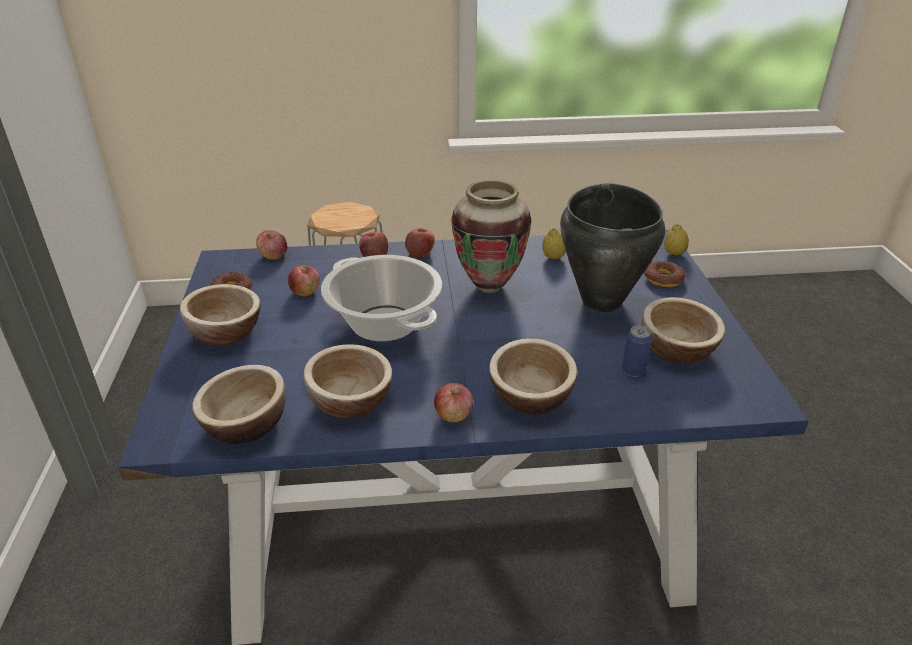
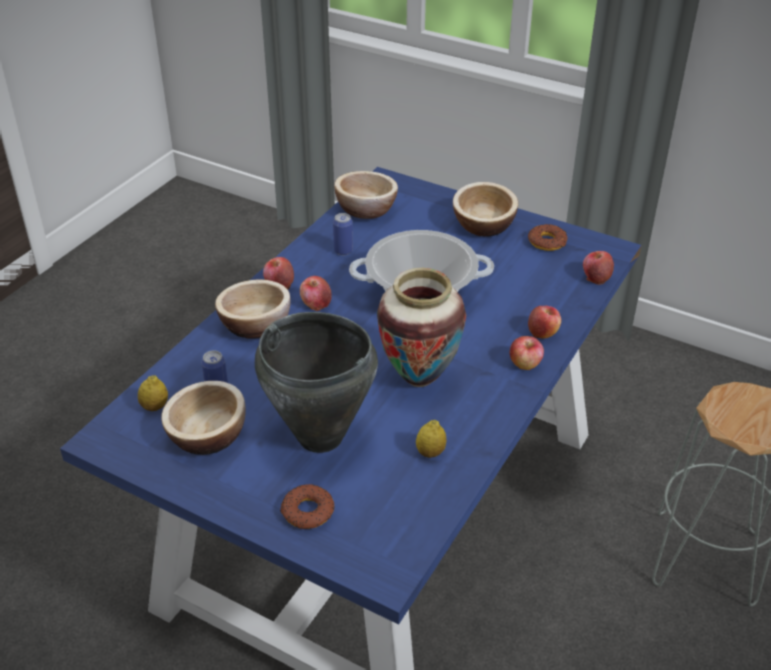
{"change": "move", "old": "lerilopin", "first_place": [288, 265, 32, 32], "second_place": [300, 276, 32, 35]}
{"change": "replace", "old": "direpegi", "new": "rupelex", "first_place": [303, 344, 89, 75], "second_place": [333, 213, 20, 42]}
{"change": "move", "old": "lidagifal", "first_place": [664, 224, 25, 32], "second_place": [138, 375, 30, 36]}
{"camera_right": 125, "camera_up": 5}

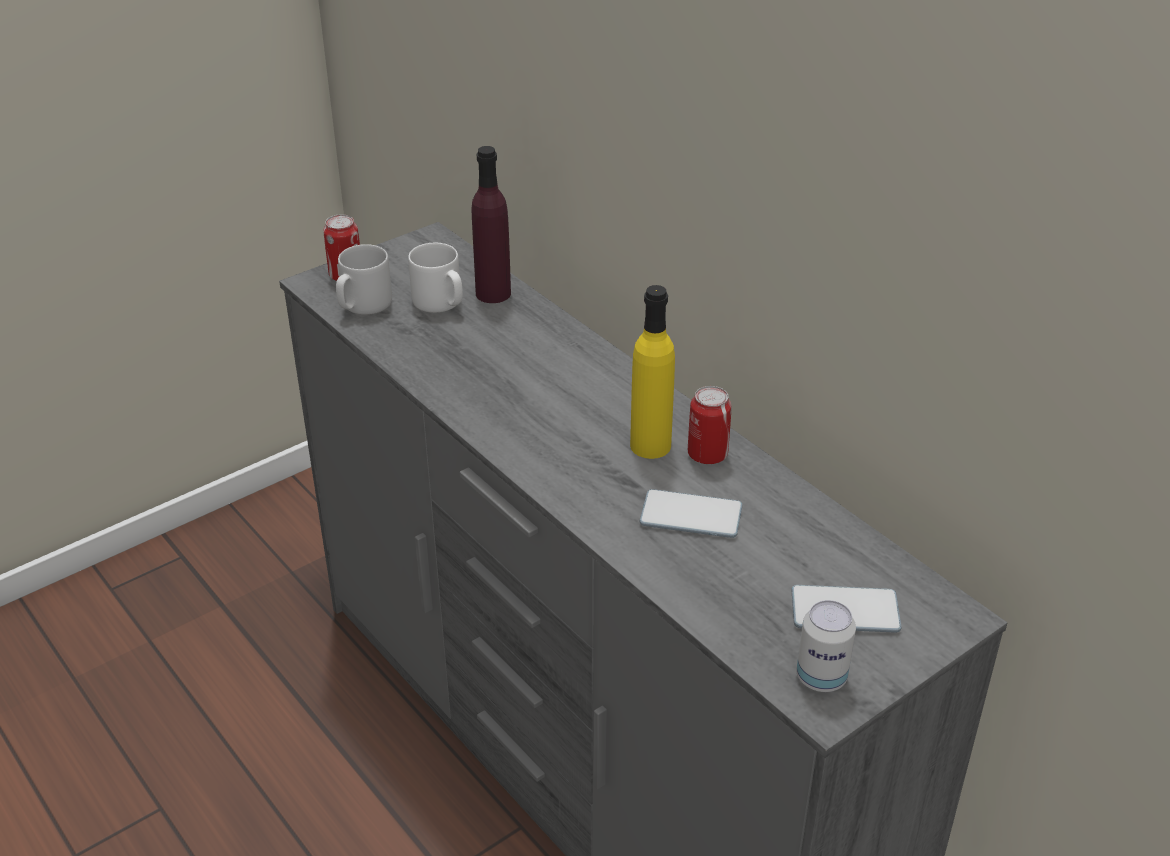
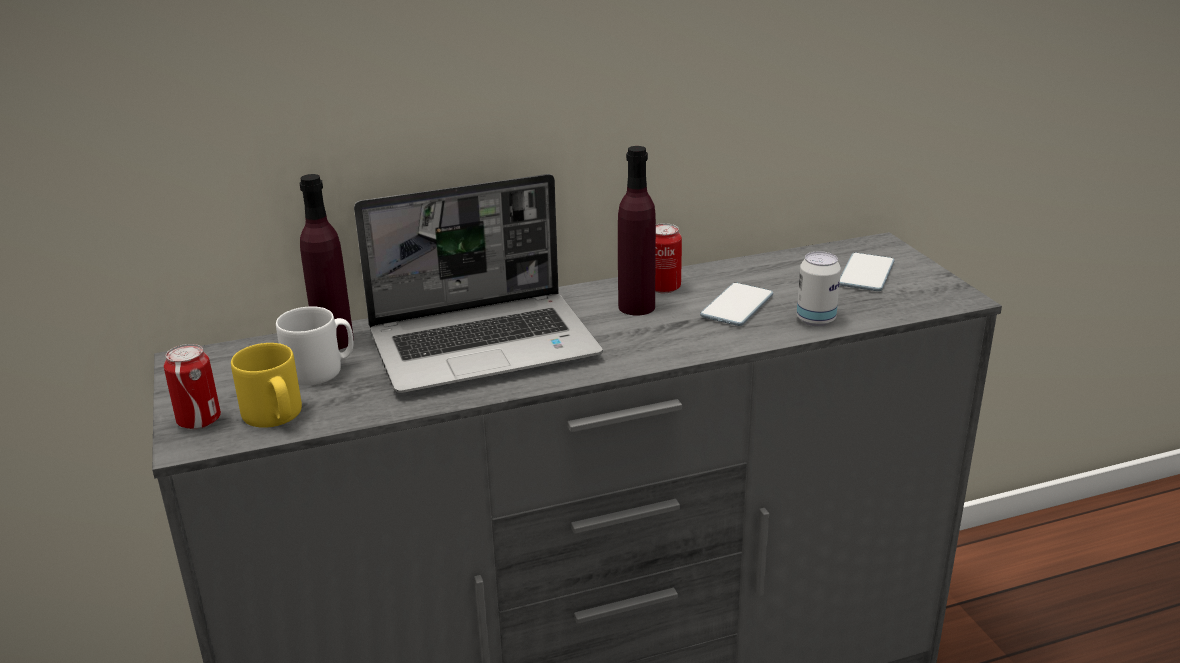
{"change": "recolor", "old": "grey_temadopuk", "new": "yellow_temadopuk", "first_place": [336, 244, 56, 71], "second_place": [231, 343, 71, 85]}
{"change": "recolor", "old": "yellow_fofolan", "new": "purple_fofolan", "first_place": [630, 285, 45, 174], "second_place": [618, 146, 38, 169]}
{"change": "move", "old": "rupelex", "first_place": [796, 600, 60, 92], "second_place": [797, 251, 44, 75]}
{"change": "insert", "new": "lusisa", "second_place": [354, 174, 249, 219]}
{"camera_right": -70, "camera_up": -10}

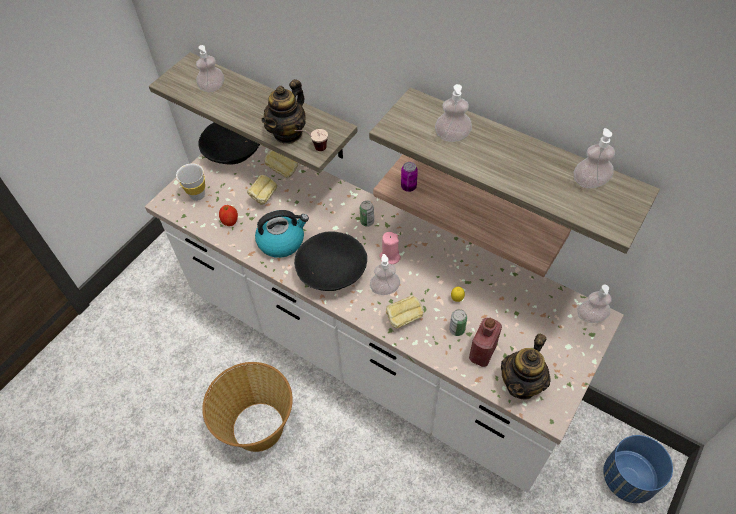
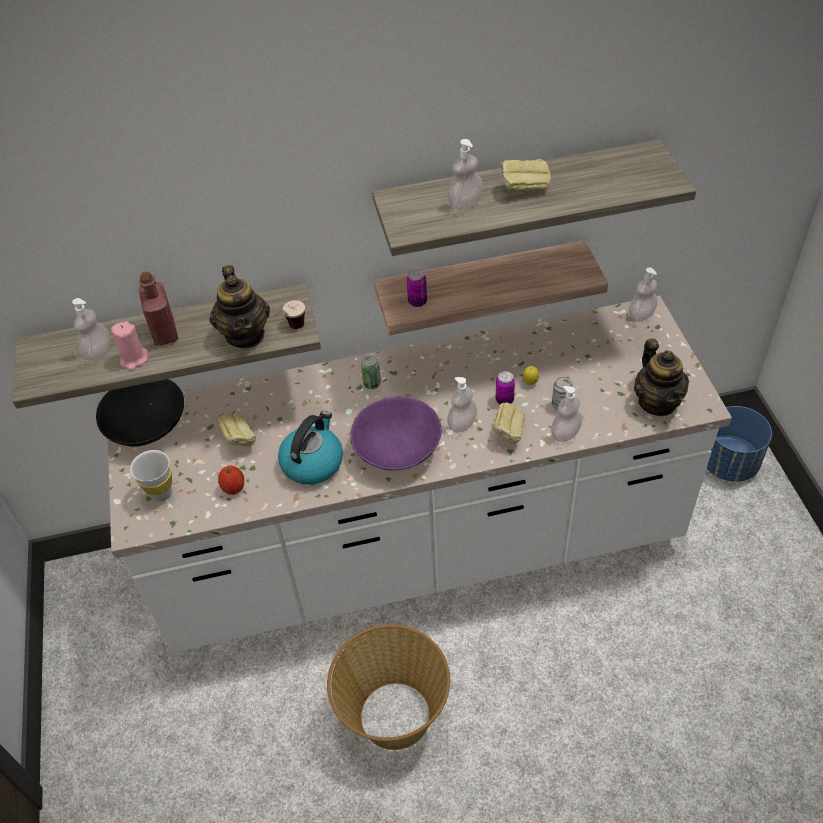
{"change": "move", "old": "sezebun", "first_place": [265, 150, 33, 28], "second_place": [500, 159, 51, 33]}
{"change": "recolor", "old": "black_direpegi", "new": "purple_direpegi", "first_place": [294, 231, 73, 60], "second_place": [350, 397, 92, 73]}
{"change": "move", "old": "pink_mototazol", "first_place": [379, 232, 22, 32], "second_place": [111, 321, 38, 50]}
{"change": "move", "old": "red_fofolan", "first_place": [469, 318, 33, 49], "second_place": [138, 271, 40, 75]}
{"change": "move", "old": "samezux", "first_place": [574, 128, 41, 60], "second_place": [551, 386, 31, 56]}
{"change": "insert", "new": "rupelex", "second_place": [496, 371, 19, 33]}
{"camera_right": -45, "camera_up": -5}

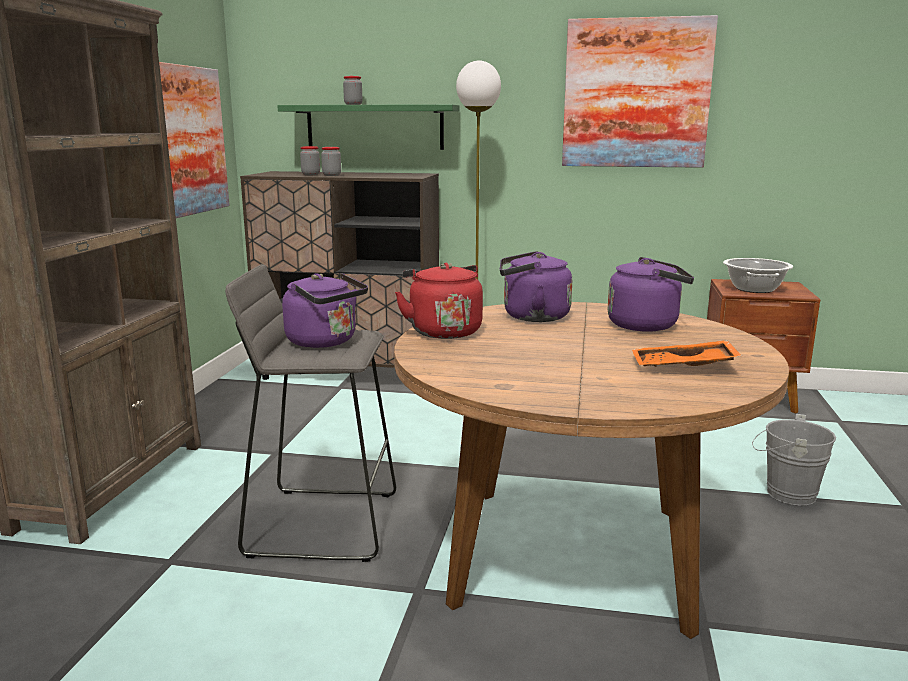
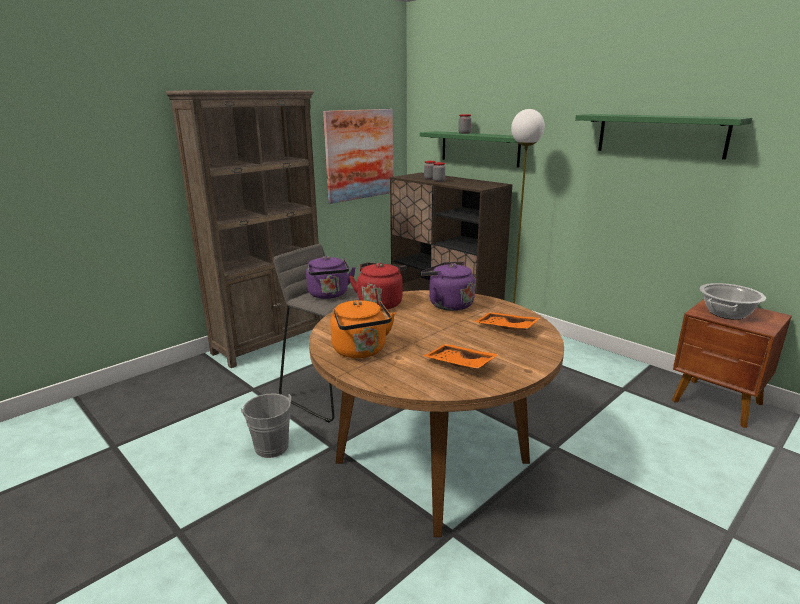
{"change": "replace", "old": "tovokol", "new": "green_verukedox", "first_place": [562, 15, 156, 153], "second_place": [575, 114, 177, 46]}
{"change": "replace", "old": "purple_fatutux", "new": "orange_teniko", "first_place": [608, 257, 86, 75], "second_place": [474, 312, 66, 18]}
{"change": "move", "old": "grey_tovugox", "first_place": [752, 414, 84, 92], "second_place": [241, 393, 51, 65]}
{"change": "insert", "new": "orange_fatutux", "second_place": [330, 300, 65, 58]}
{"camera_right": 35, "camera_up": 5}

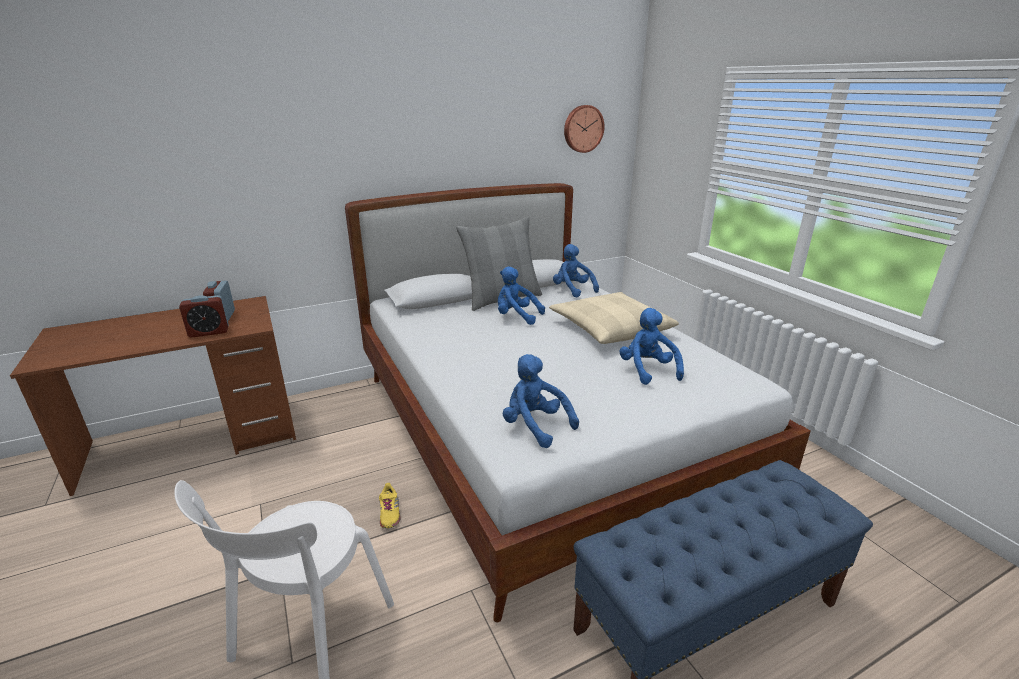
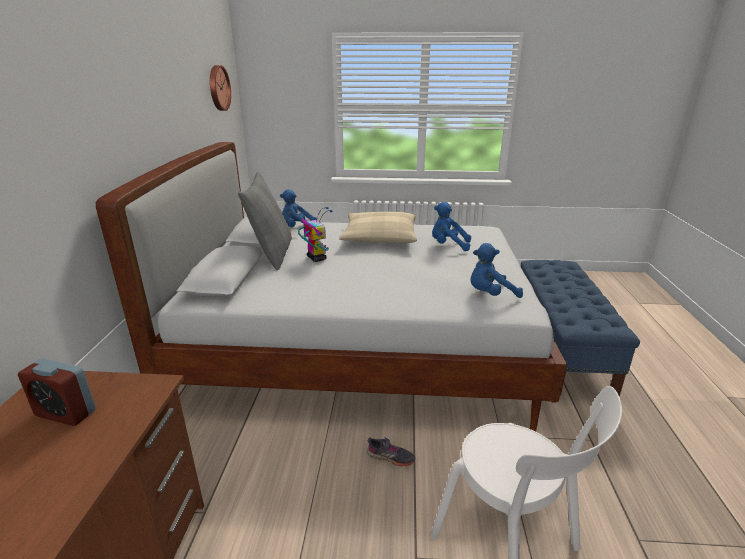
{"change": "delete", "old": "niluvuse", "first_place": [179, 295, 50, 43]}
{"change": "recolor", "old": "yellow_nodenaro", "new": "grey_nodenaro", "first_place": [379, 483, 22, 45], "second_place": [367, 437, 48, 29]}
{"change": "replace", "old": "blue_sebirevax", "new": "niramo", "first_place": [498, 266, 47, 59], "second_place": [298, 207, 34, 55]}
{"camera_right": -60, "camera_up": 0}

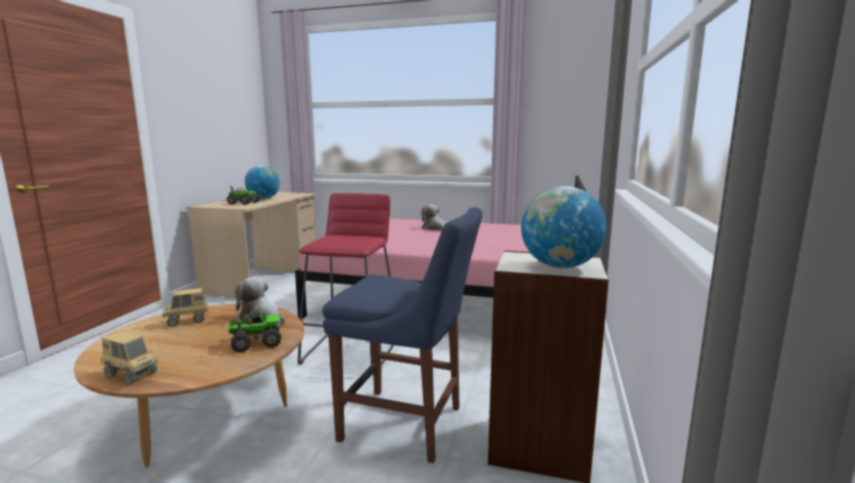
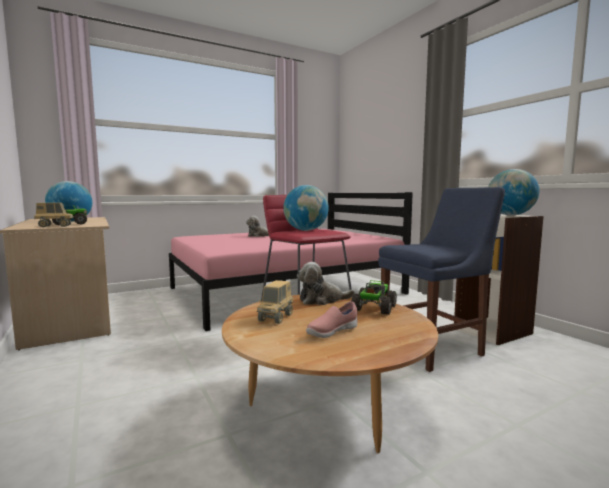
{"change": "move", "old": "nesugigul", "first_place": [101, 331, 57, 53], "second_place": [34, 203, 39, 24]}
{"change": "insert", "new": "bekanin", "second_place": [283, 185, 46, 46]}
{"change": "insert", "new": "pink_nodenaro", "second_place": [306, 301, 51, 37]}
{"camera_right": -45, "camera_up": -5}

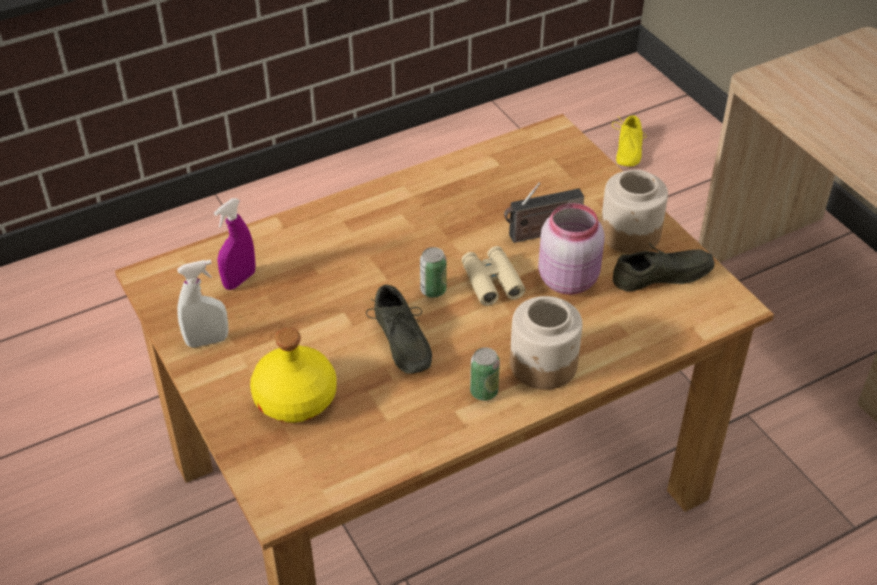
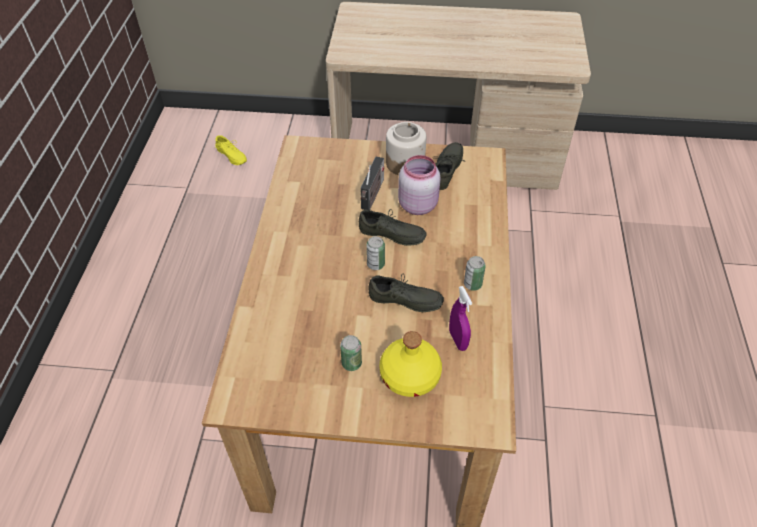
{"change": "delete", "old": "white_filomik", "first_place": [177, 260, 52, 88]}
{"change": "move", "old": "purple_filomik", "first_place": [214, 198, 42, 92], "second_place": [449, 286, 23, 65]}
{"change": "replace", "old": "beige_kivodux", "new": "grey_nodenaro", "first_place": [462, 246, 63, 60], "second_place": [359, 209, 68, 37]}
{"change": "delete", "old": "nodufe", "first_place": [510, 296, 72, 94]}
{"change": "insert", "new": "rupelex", "second_place": [340, 335, 22, 36]}
{"camera_right": -55, "camera_up": 5}

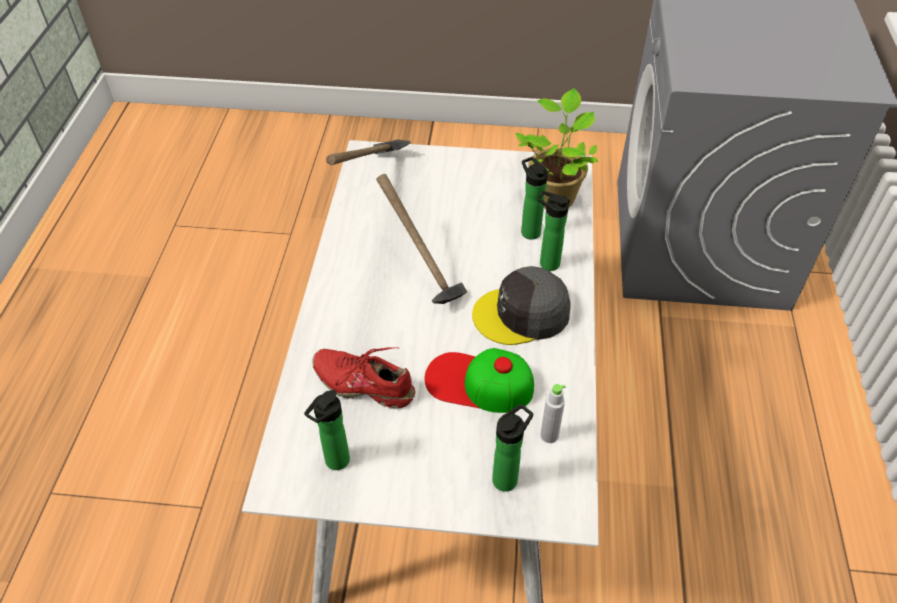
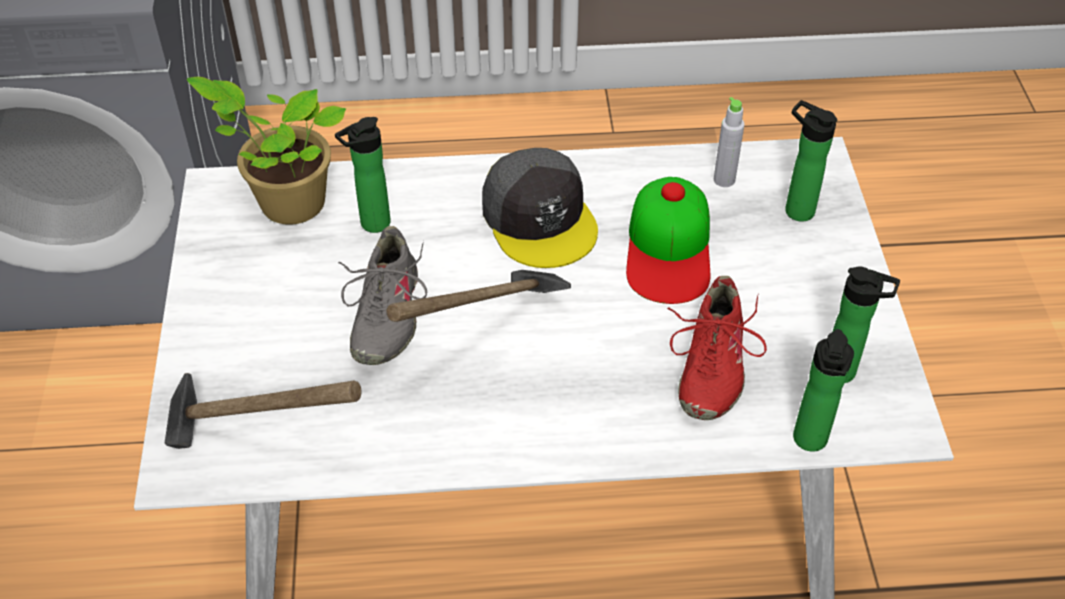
{"change": "move", "old": "fofolan", "first_place": [538, 191, 32, 80], "second_place": [793, 329, 61, 123]}
{"change": "insert", "new": "grey_nodenaro", "second_place": [338, 226, 89, 139]}
{"camera_right": -100, "camera_up": 0}

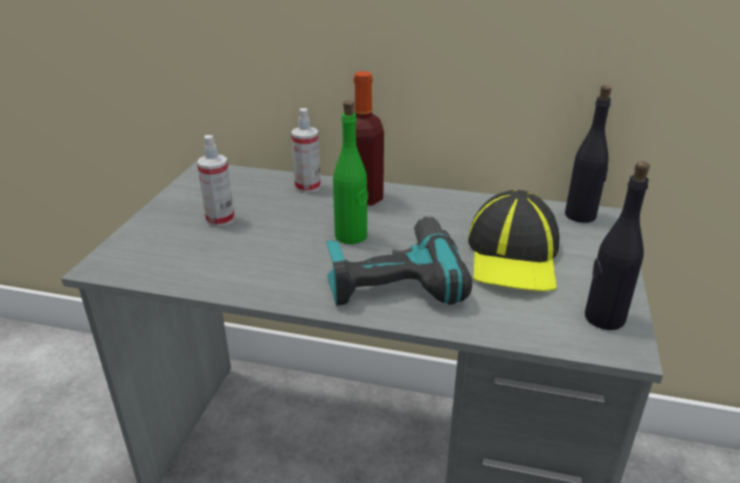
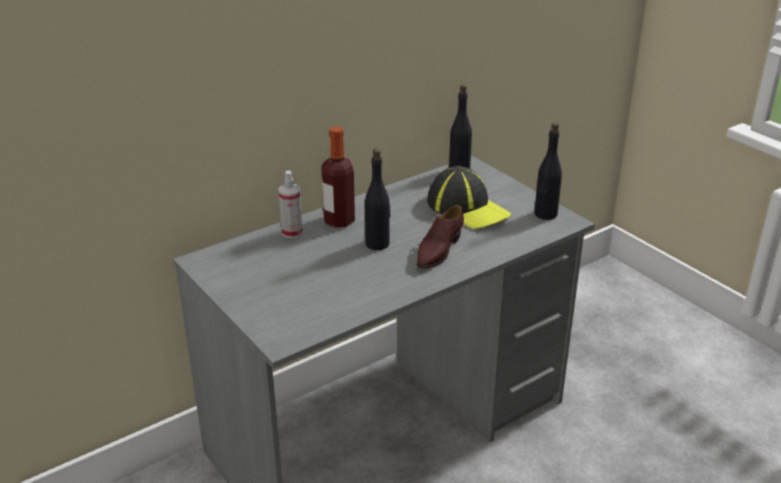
{"change": "delete", "old": "filomik", "first_place": [197, 135, 38, 92]}
{"change": "replace", "old": "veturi", "new": "brown_nodenaro", "first_place": [326, 217, 146, 89], "second_place": [417, 205, 47, 63]}
{"change": "recolor", "old": "green_fofolan", "new": "black_fofolan", "first_place": [333, 100, 35, 144], "second_place": [365, 149, 25, 101]}
{"camera_right": -50, "camera_up": 0}

